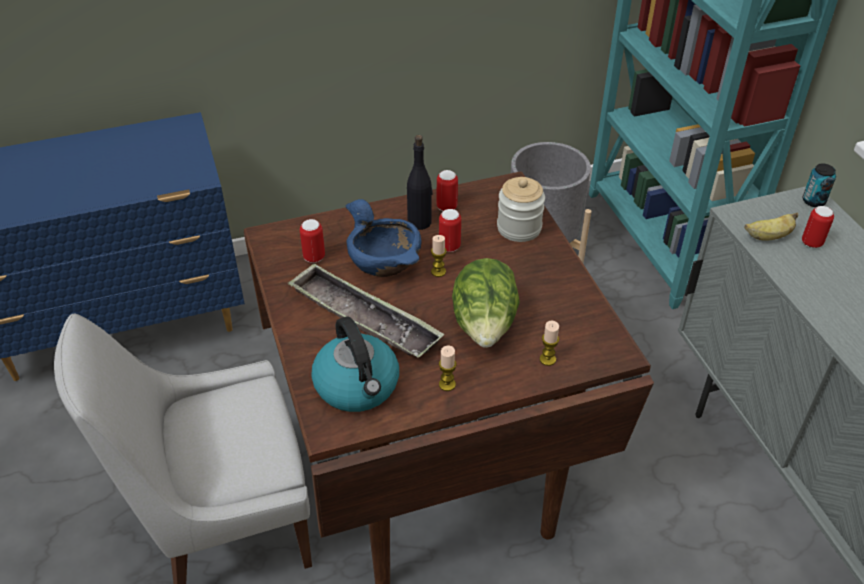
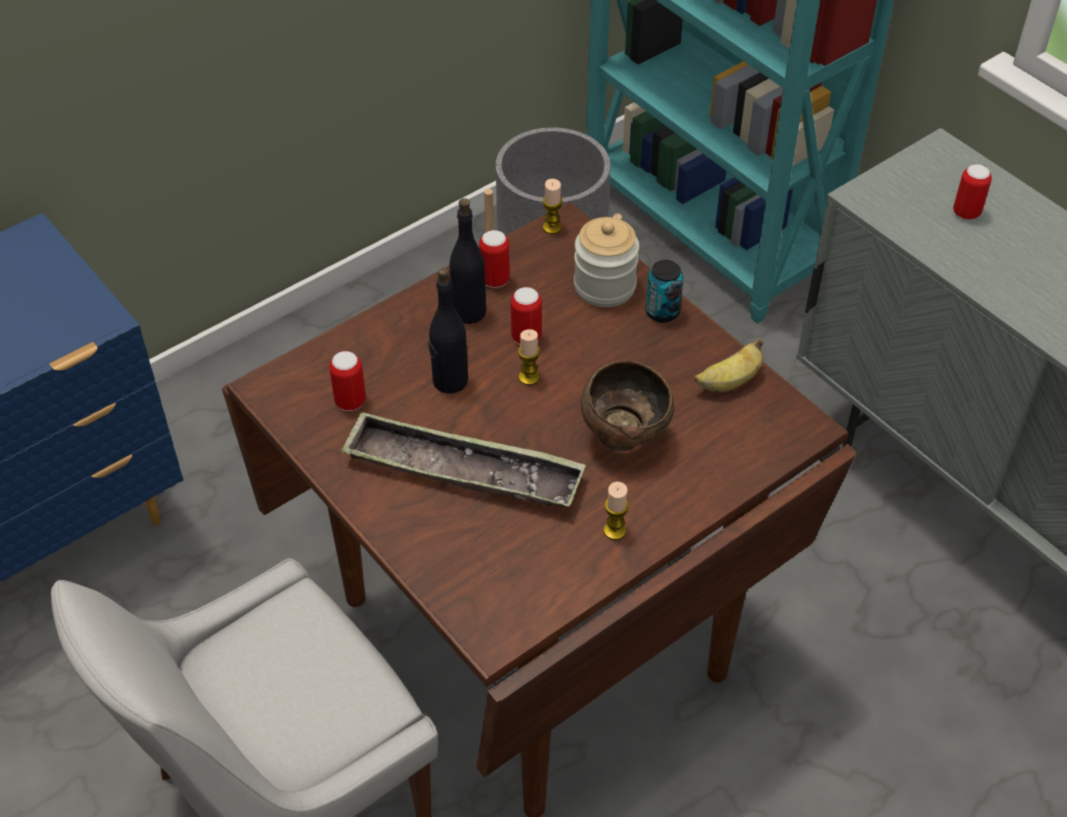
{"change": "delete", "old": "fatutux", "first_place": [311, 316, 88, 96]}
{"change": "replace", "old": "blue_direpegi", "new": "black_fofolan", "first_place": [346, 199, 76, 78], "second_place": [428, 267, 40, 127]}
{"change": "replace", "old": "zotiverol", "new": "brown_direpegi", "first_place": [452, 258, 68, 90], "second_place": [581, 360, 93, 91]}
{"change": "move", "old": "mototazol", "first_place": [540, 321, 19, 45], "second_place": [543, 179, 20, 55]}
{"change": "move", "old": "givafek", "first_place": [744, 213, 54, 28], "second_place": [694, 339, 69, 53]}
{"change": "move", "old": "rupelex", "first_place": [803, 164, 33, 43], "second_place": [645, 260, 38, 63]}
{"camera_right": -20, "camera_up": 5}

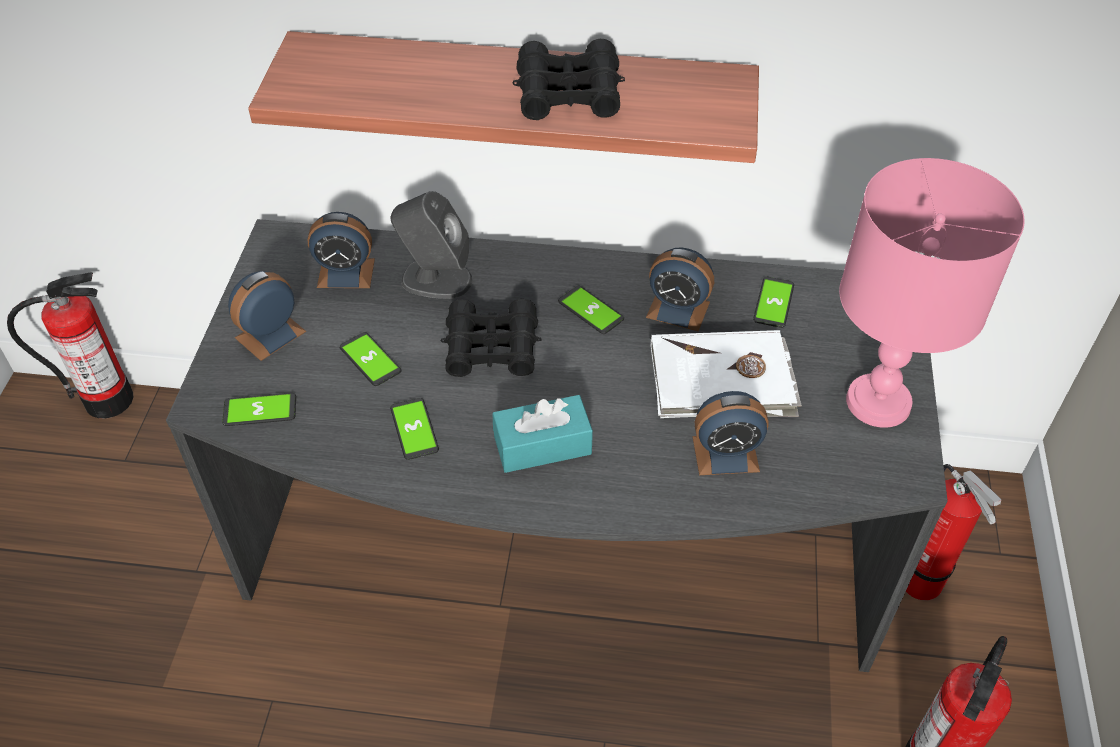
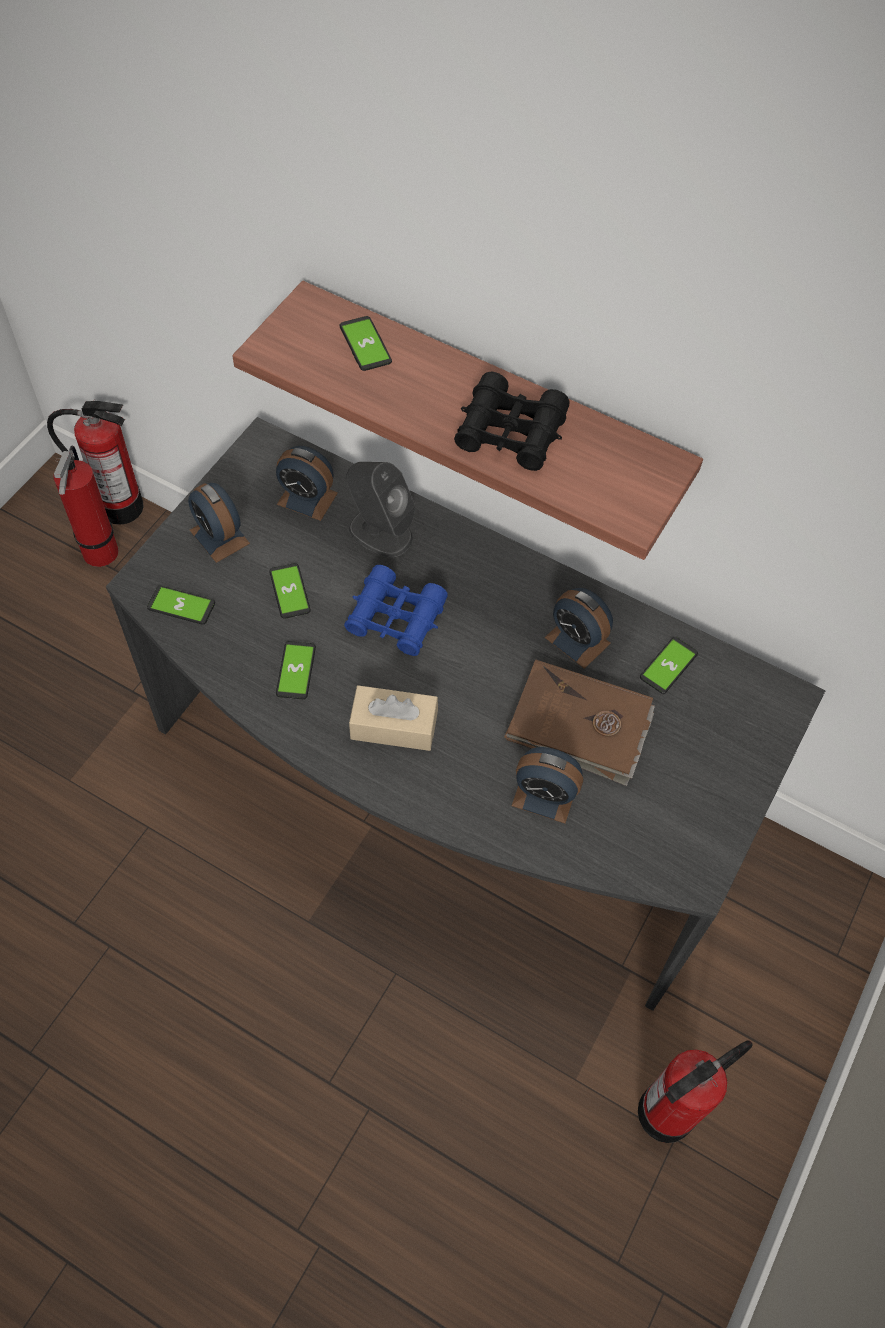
{"change": "rotate", "old": "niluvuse", "first_place": [228, 271, 78, 90], "second_place": [188, 483, 62, 80], "degrees": -105}
{"change": "recolor", "old": "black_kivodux", "new": "blue_kivodux", "first_place": [440, 299, 101, 78], "second_place": [344, 565, 104, 91]}
{"change": "recolor", "old": "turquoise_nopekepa", "new": "beige_nopekepa", "first_place": [492, 395, 101, 78], "second_place": [349, 685, 89, 66]}
{"change": "move", "old": "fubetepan", "first_place": [558, 286, 66, 48], "second_place": [340, 316, 52, 55]}
{"change": "recolor", "old": "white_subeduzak", "new": "brown_subeduzak", "first_place": [650, 330, 152, 88], "second_place": [504, 659, 151, 127]}
{"change": "delete", "old": "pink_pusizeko", "first_place": [839, 158, 186, 270]}
{"change": "move", "old": "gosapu", "first_place": [906, 464, 95, 136], "second_place": [54, 445, 64, 122]}
{"camera_right": 20, "camera_up": 10}

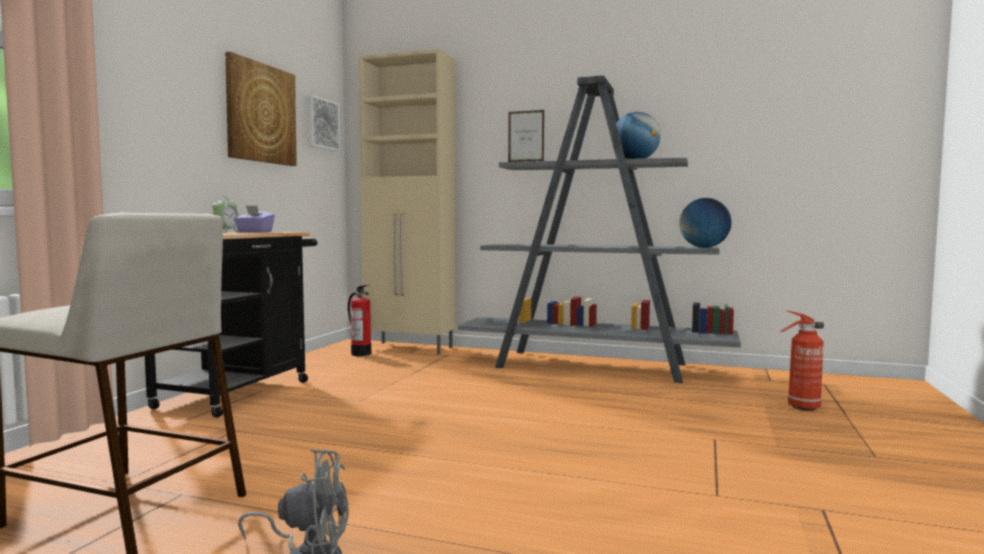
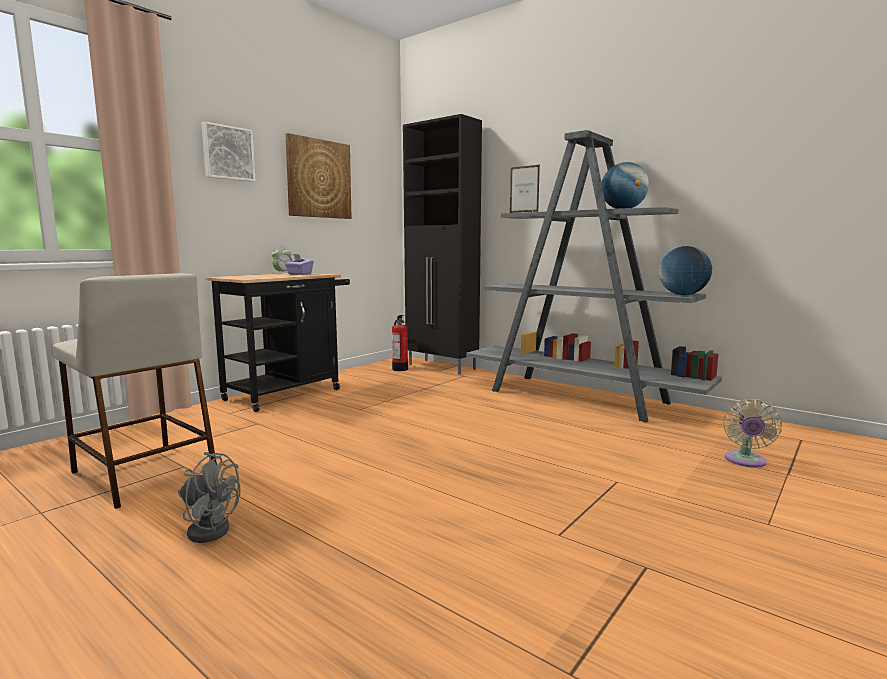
{"change": "move", "old": "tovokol", "first_place": [307, 95, 33, 56], "second_place": [201, 121, 55, 61]}
{"change": "recolor", "old": "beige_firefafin", "new": "black_firefafin", "first_place": [358, 49, 98, 305], "second_place": [403, 114, 79, 261]}
{"change": "replace", "old": "gosapu", "new": "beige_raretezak", "first_place": [780, 311, 44, 100], "second_place": [723, 399, 59, 69]}
{"camera_right": 20, "camera_up": 5}

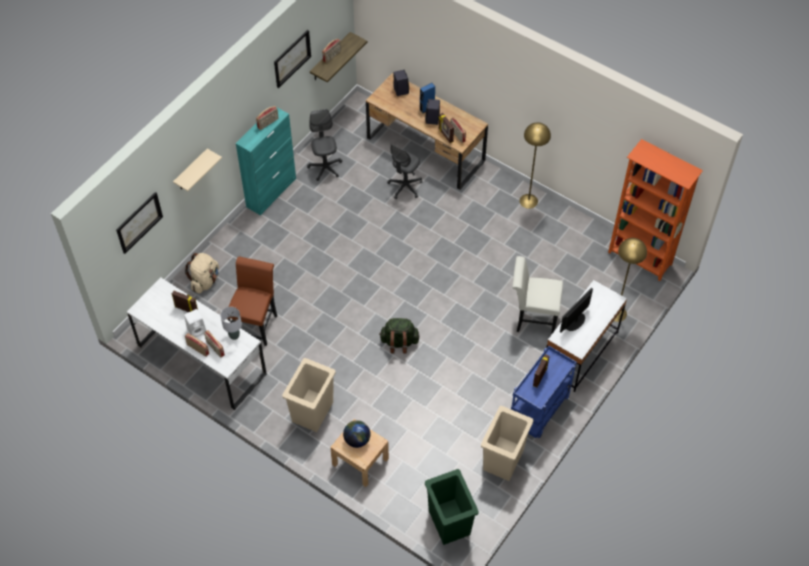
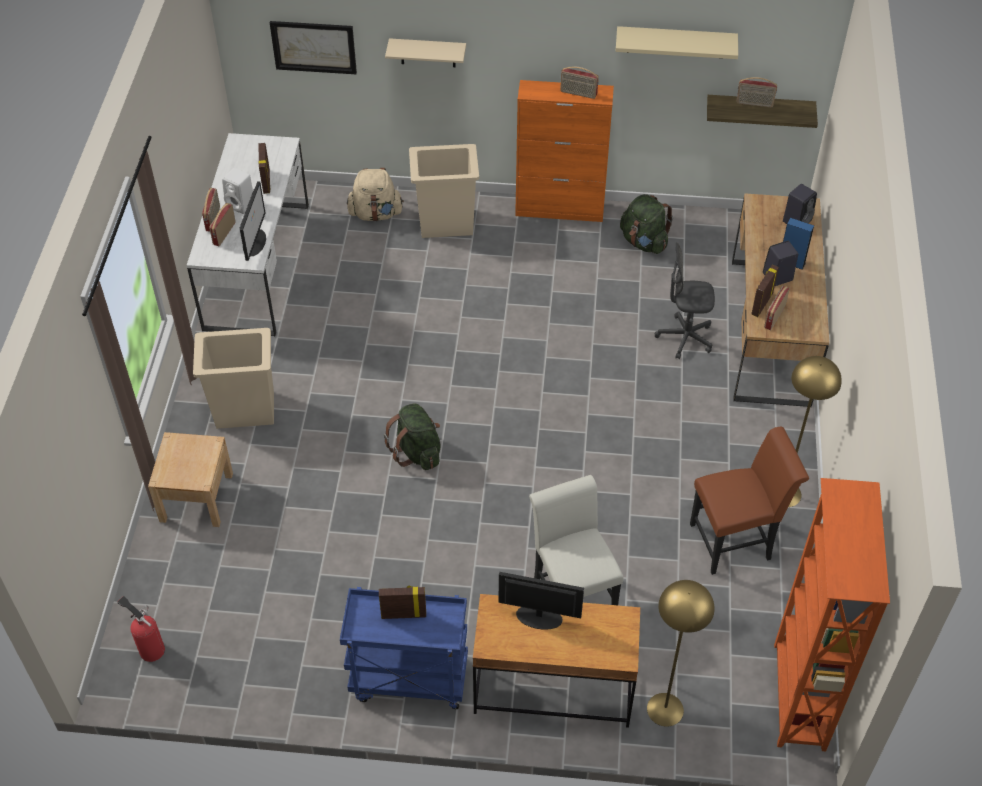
{"change": "replace", "old": "grey_pusizeko", "new": "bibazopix", "first_place": [220, 307, 22, 33], "second_place": [240, 181, 26, 80]}
{"change": "move", "old": "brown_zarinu", "first_place": [227, 256, 50, 90], "second_place": [690, 427, 119, 148]}
{"change": "recolor", "old": "turquoise_firefafin", "new": "orange_firefafin", "first_place": [236, 107, 60, 108], "second_place": [515, 80, 99, 142]}
{"change": "replace", "old": "tovokol", "new": "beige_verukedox", "first_place": [274, 30, 37, 58], "second_place": [616, 26, 122, 33]}
{"change": "replace", "old": "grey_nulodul", "new": "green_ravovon", "first_place": [307, 109, 35, 72], "second_place": [620, 194, 53, 60]}
{"change": "delete", "old": "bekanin", "first_place": [343, 420, 28, 28]}
{"change": "replace", "old": "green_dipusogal", "new": "gosapu", "first_place": [425, 469, 54, 76], "second_place": [117, 596, 48, 66]}
{"change": "move", "old": "beige_dipusogal", "first_place": [481, 406, 53, 75], "second_place": [409, 144, 70, 94]}
{"change": "recolor", "old": "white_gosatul", "new": "brown_gosatul", "first_place": [546, 280, 81, 112], "second_place": [473, 594, 167, 134]}
{"camera_right": 60, "camera_up": -5}

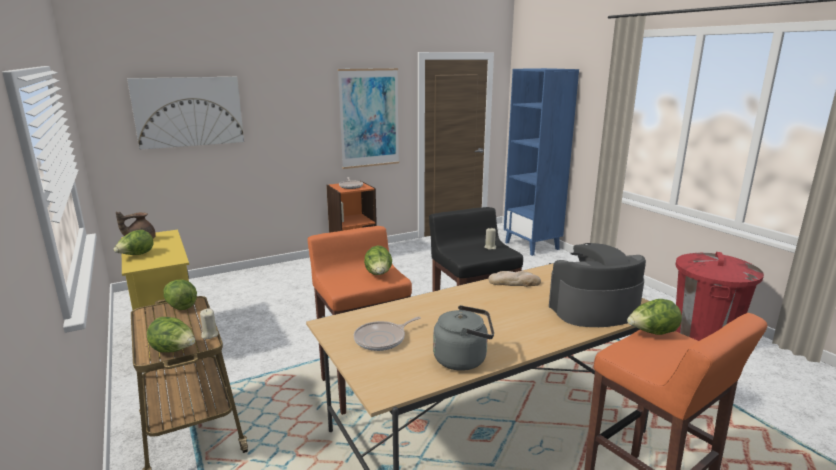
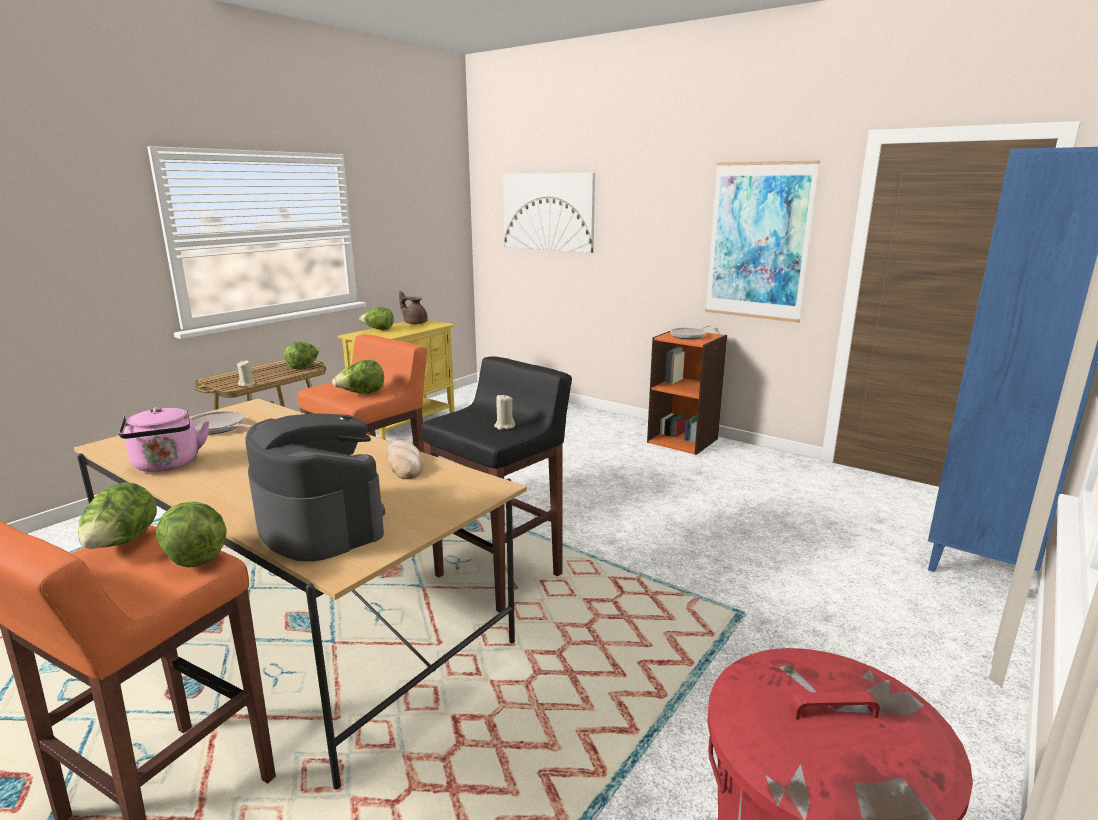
{"change": "move", "old": "zotiverol", "first_place": [147, 317, 48, 35], "second_place": [78, 482, 79, 67]}
{"change": "recolor", "old": "grey_fatutux", "new": "pink_fatutux", "first_place": [433, 305, 61, 66], "second_place": [119, 407, 90, 65]}
{"camera_right": 65, "camera_up": 0}

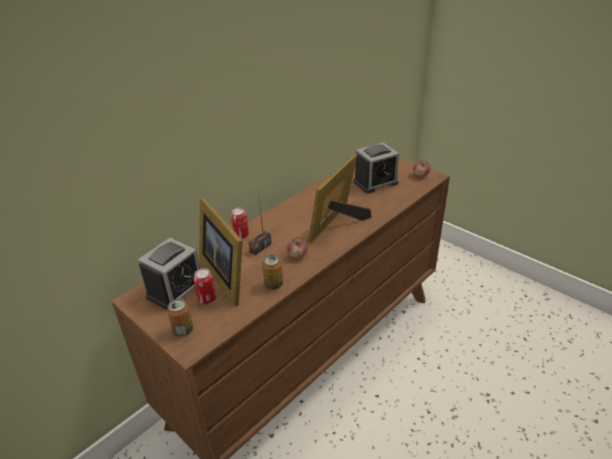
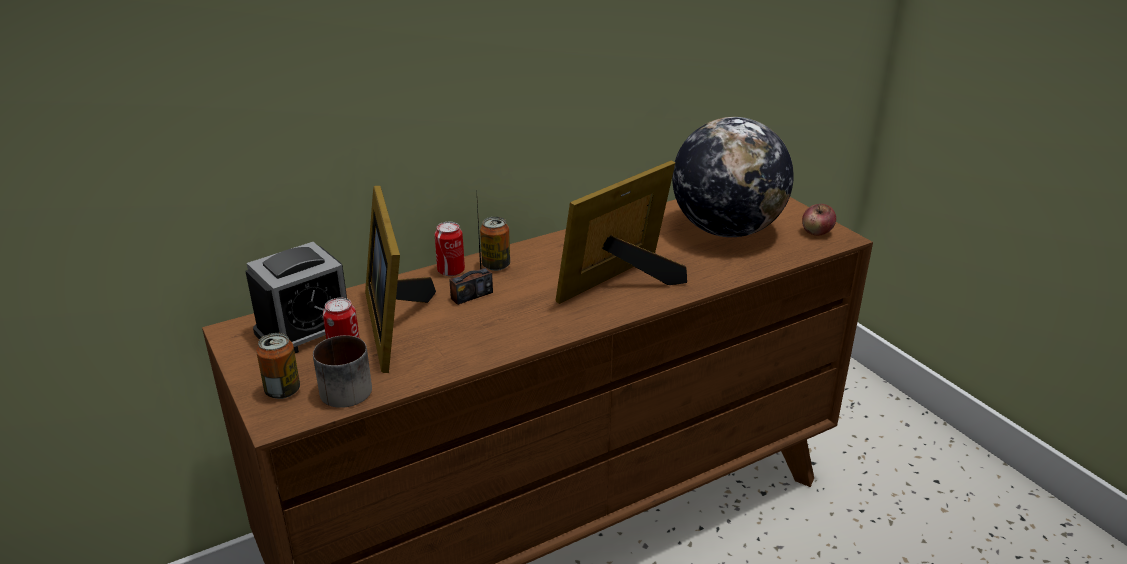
{"change": "move", "old": "rupelex", "first_place": [262, 255, 21, 35], "second_place": [480, 217, 30, 54]}
{"change": "delete", "old": "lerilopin", "first_place": [287, 237, 21, 22]}
{"change": "replace", "old": "niluvuse", "new": "bekanin", "first_place": [353, 143, 46, 50], "second_place": [672, 117, 122, 120]}
{"change": "insert", "new": "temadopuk", "second_place": [313, 335, 59, 73]}
{"camera_right": 15, "camera_up": -5}

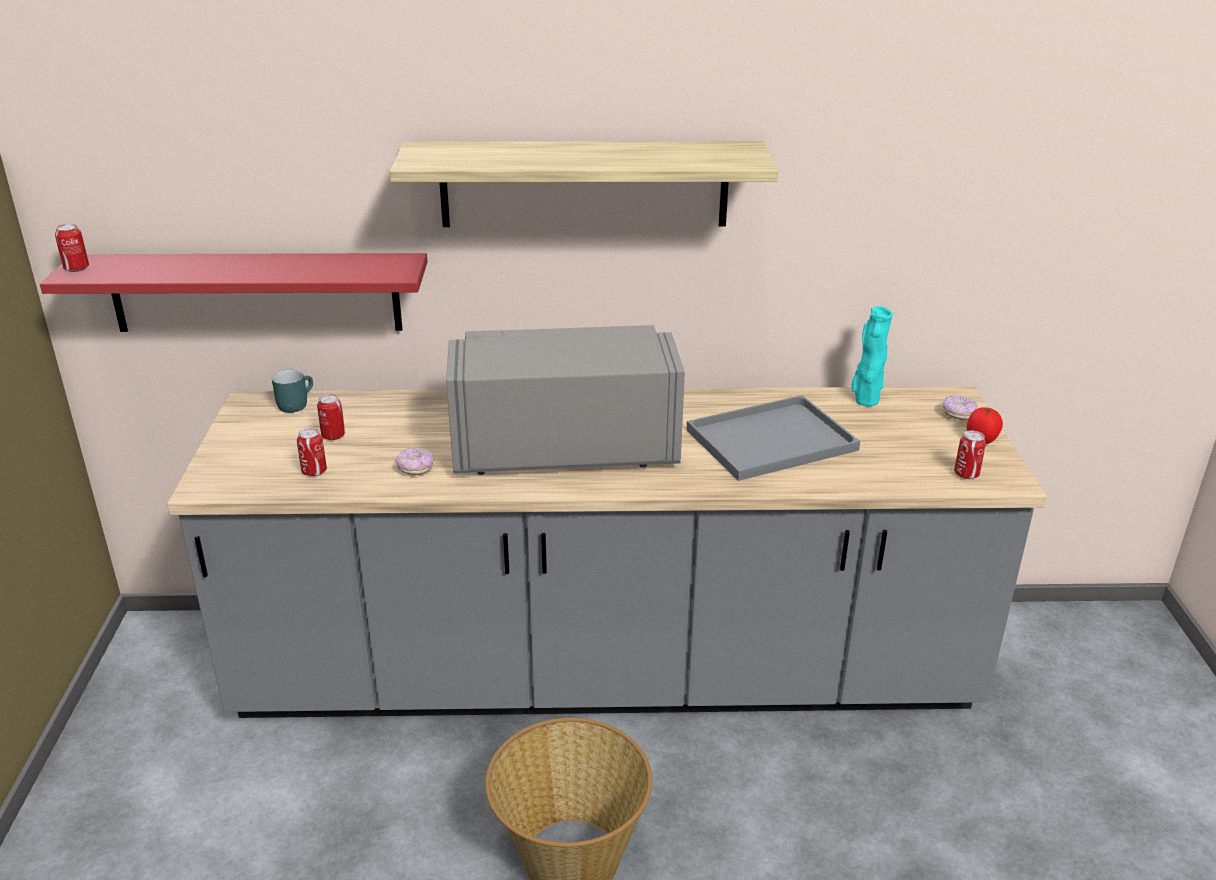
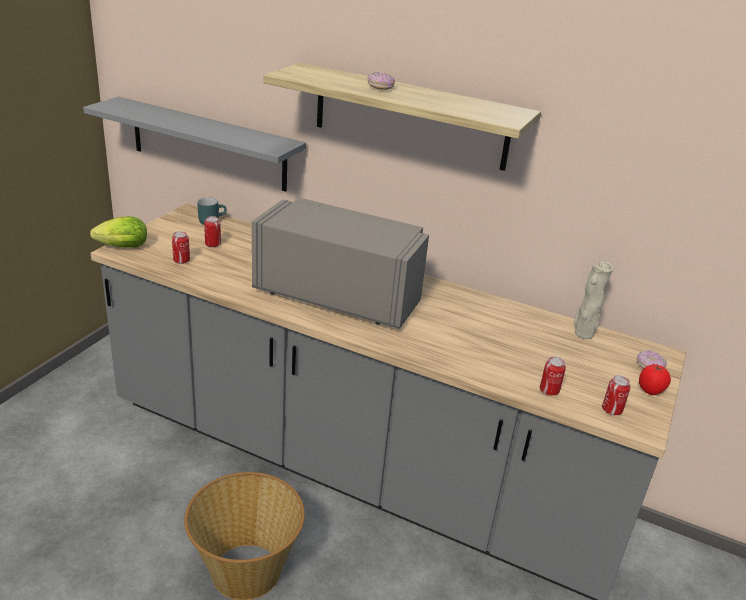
{"change": "recolor", "old": "red_verukedox", "new": "grey_verukedox", "first_place": [40, 253, 387, 79], "second_place": [83, 96, 223, 96]}
{"change": "move", "old": "rupelex", "first_place": [55, 223, 34, 49], "second_place": [540, 356, 26, 40]}
{"change": "move", "old": "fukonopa", "first_place": [396, 448, 37, 27], "second_place": [367, 72, 28, 18]}
{"change": "delete", "old": "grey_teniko", "first_place": [687, 395, 173, 86]}
{"change": "recolor", "old": "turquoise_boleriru", "new": "beige_boleriru", "first_place": [851, 306, 42, 101], "second_place": [574, 261, 40, 78]}
{"change": "insert", "new": "zotiverol", "second_place": [90, 216, 57, 32]}
{"camera_right": 25, "camera_up": 0}

